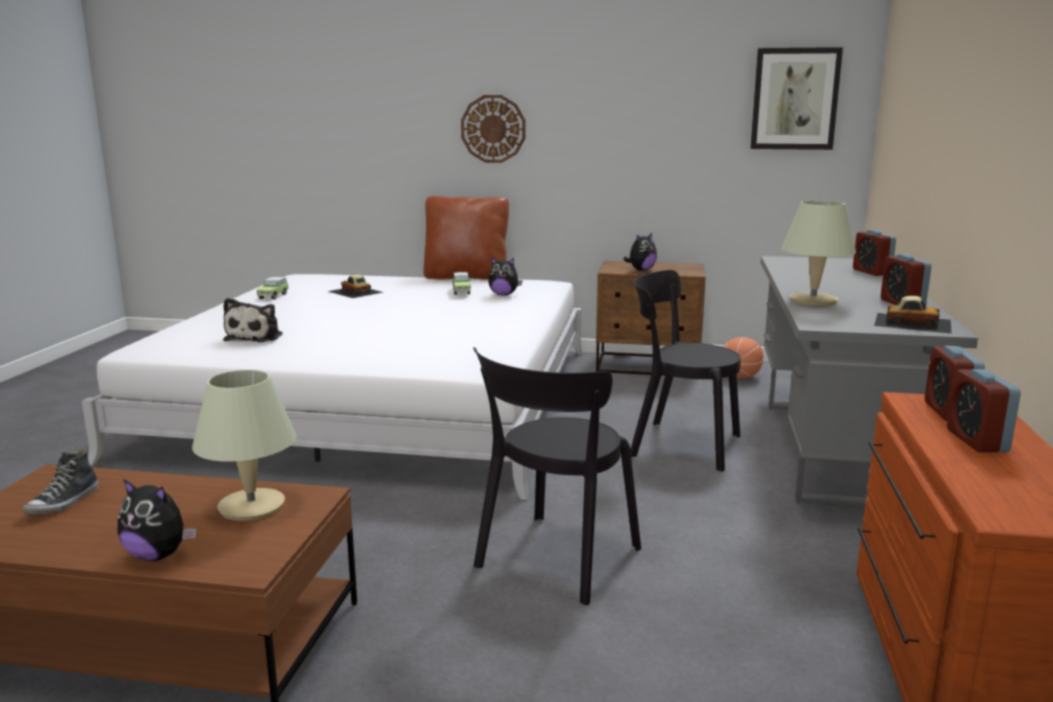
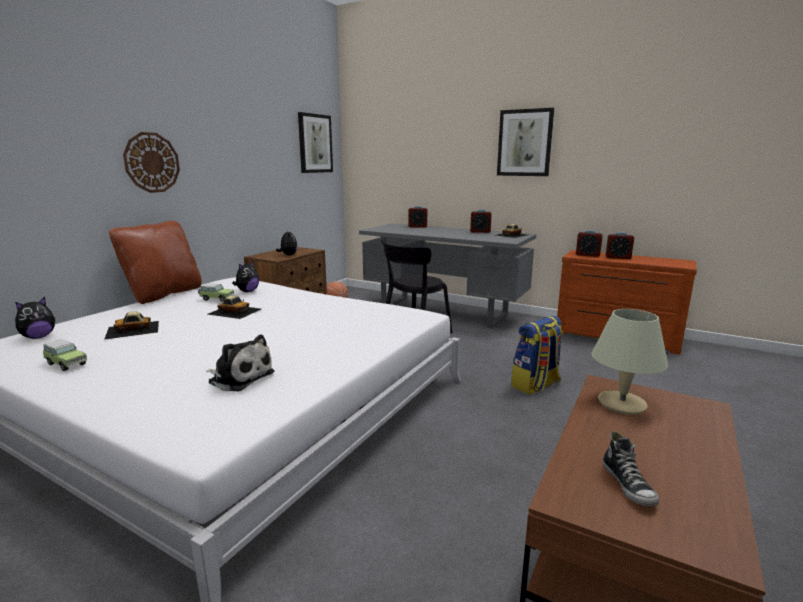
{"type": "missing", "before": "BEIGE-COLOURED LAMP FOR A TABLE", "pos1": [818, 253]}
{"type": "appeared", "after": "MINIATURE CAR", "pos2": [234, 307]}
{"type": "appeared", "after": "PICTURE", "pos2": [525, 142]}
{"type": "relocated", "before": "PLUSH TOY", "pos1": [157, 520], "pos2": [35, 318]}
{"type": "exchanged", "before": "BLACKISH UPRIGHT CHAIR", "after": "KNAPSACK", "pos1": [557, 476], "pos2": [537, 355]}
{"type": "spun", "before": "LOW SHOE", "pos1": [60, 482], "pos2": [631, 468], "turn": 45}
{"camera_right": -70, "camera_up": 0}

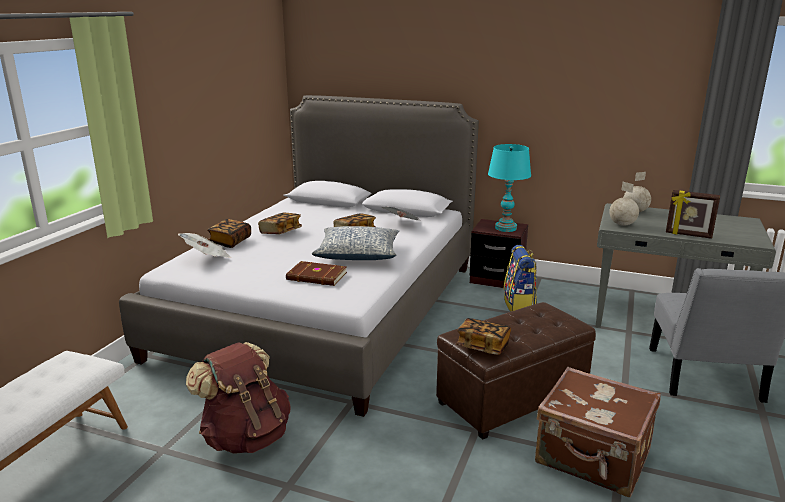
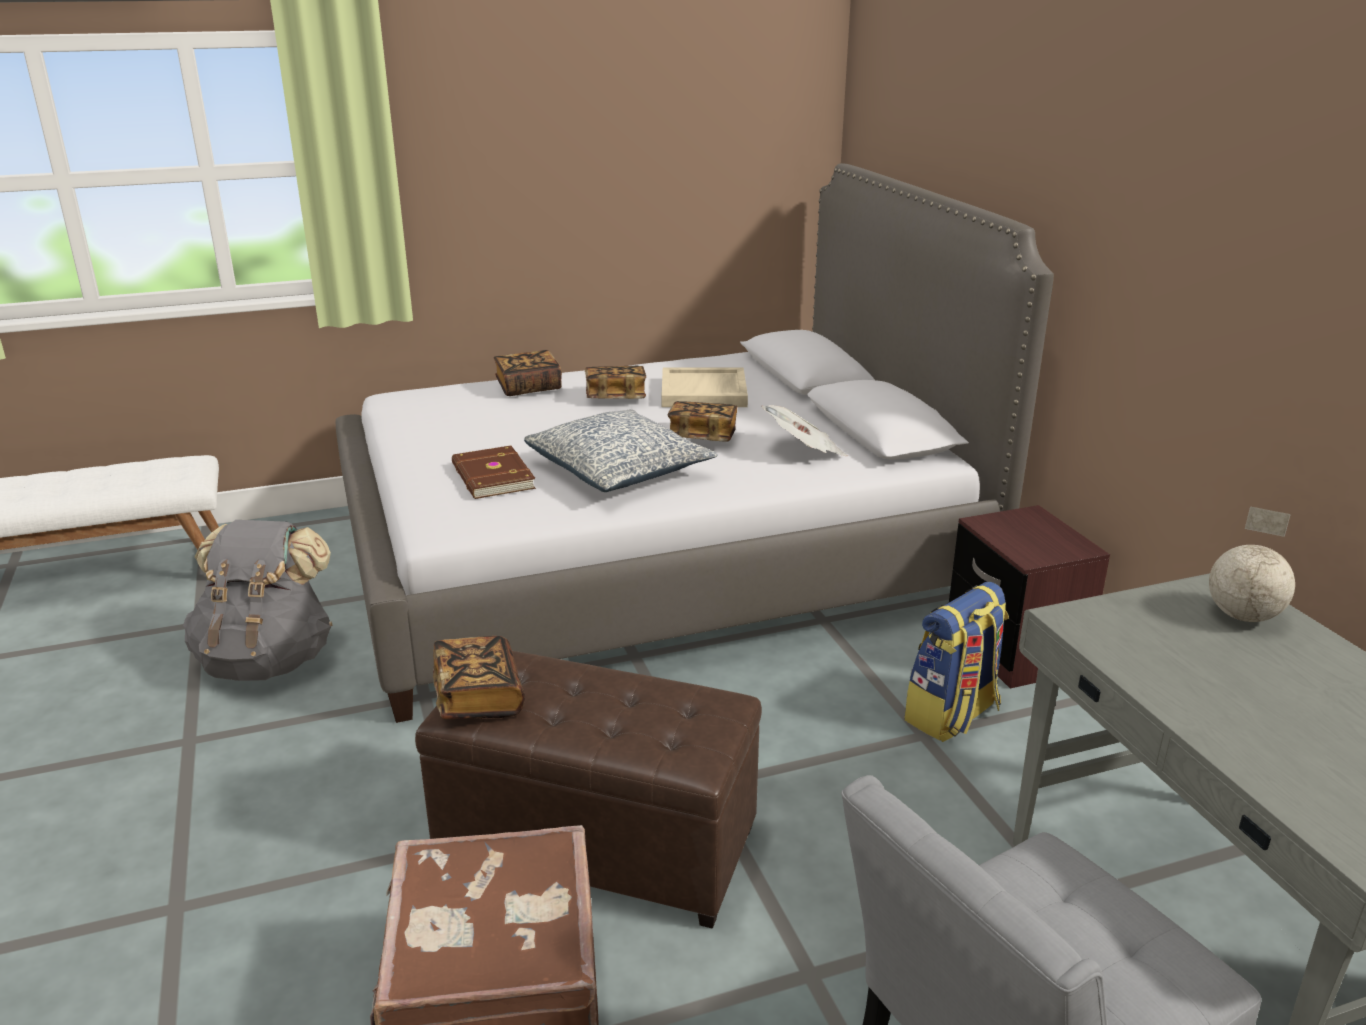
{"type": "missing", "before": "NEWSPAPER", "pos1": [205, 245]}
{"type": "missing", "before": "BLUE-GREEN LAMP FOR A TABLE", "pos1": [509, 188]}
{"type": "missing", "before": "GLOBE", "pos1": [624, 204]}
{"type": "missing", "before": "PICTURE FRAME", "pos1": [693, 214]}
{"type": "appeared", "after": "BEIGE-COLOURED CARRYING TRAY", "pos2": [704, 387]}
{"type": "colour", "before": "BROWN-COLOURED KNAPSACK", "after": "GREY KNAPSACK", "pos1": [238, 398], "pos2": [257, 600]}
{"camera_right": 50, "camera_up": 5}

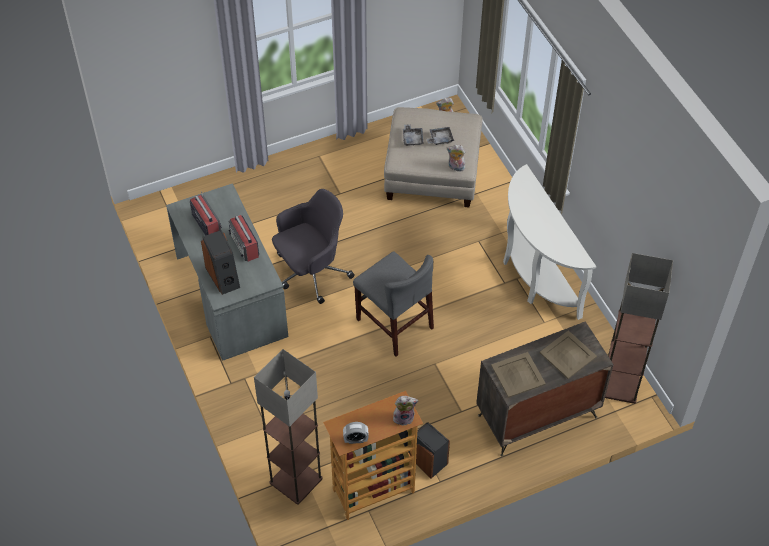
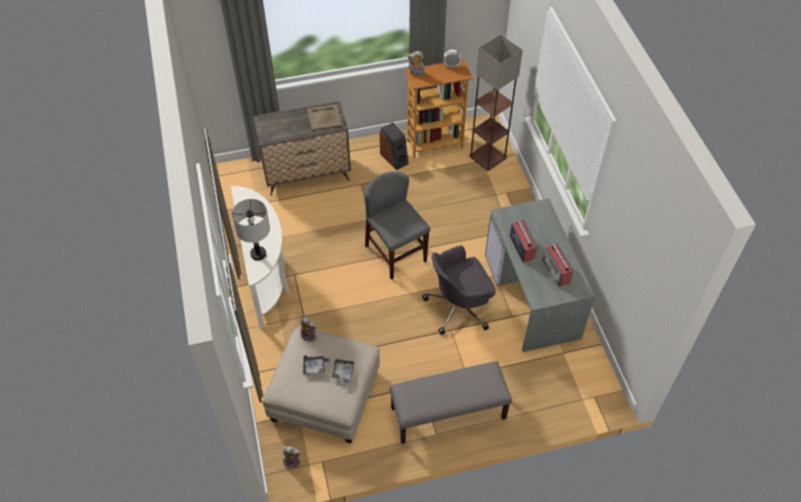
{"type": "missing", "before": "AUDIO SPEAKER", "pos1": [220, 262]}
{"type": "missing", "before": "BEIGE-COLOURED CARRYING TRAY", "pos1": [568, 354]}
{"type": "missing", "before": "STANDARD LAMP", "pos1": [639, 328]}
{"type": "appeared", "after": "GREY LAMP FOR A TABLE", "pos2": [251, 229]}
{"type": "appeared", "after": "GREY INDOOR BENCH", "pos2": [450, 402]}
{"camera_right": -170, "camera_up": 0}

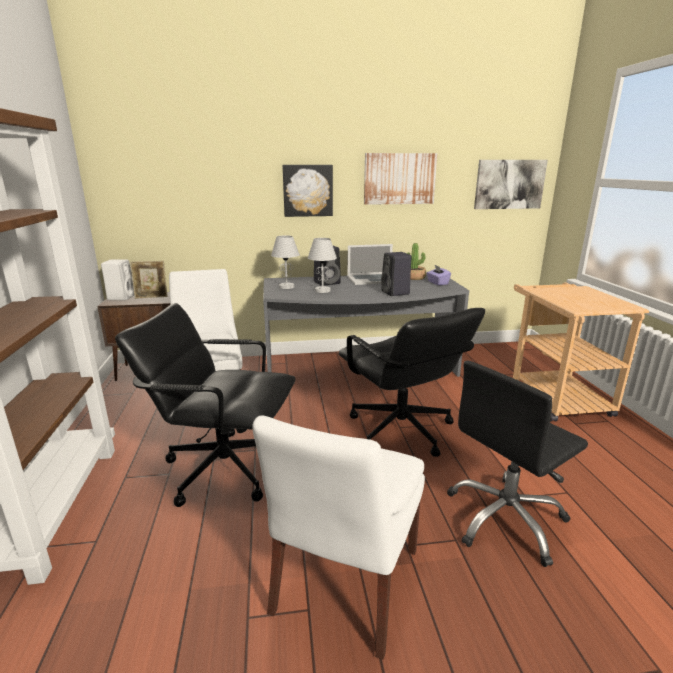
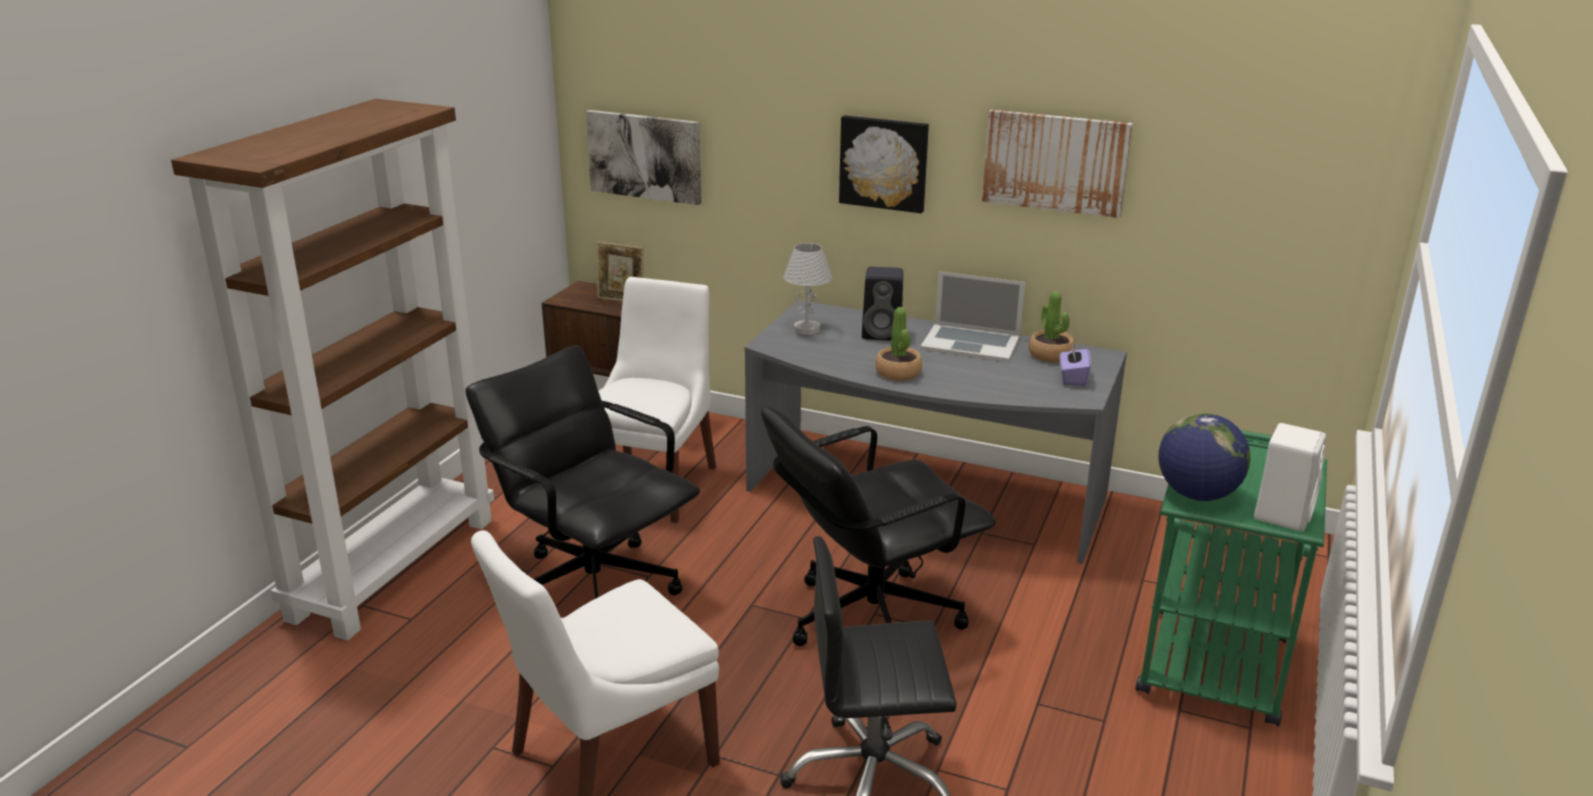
{"type": "missing", "before": "WHITISH LAMP FOR A TABLE", "pos1": [322, 265]}
{"type": "missing", "before": "BLACKISH AUDIO SPEAKER", "pos1": [396, 274]}
{"type": "appeared", "after": "PLANT IN A POT", "pos2": [899, 344]}
{"type": "appeared", "after": "GLOBE", "pos2": [1205, 457]}
{"type": "relocated", "before": "WHITISH AUDIO SPEAKER", "pos1": [117, 280], "pos2": [1290, 477]}
{"type": "relocated", "before": "PICTURE", "pos1": [511, 184], "pos2": [643, 157]}
{"type": "colour", "before": "BEIGE-COLOURED WHEELED CART", "after": "GREENISH WHEELED CART", "pos1": [581, 352], "pos2": [1231, 578]}
{"type": "spun", "before": "BLACKISH COMPUTER CHAIR", "pos1": [411, 382], "pos2": [878, 526], "turn": 60}
{"camera_right": 30, "camera_up": 5}

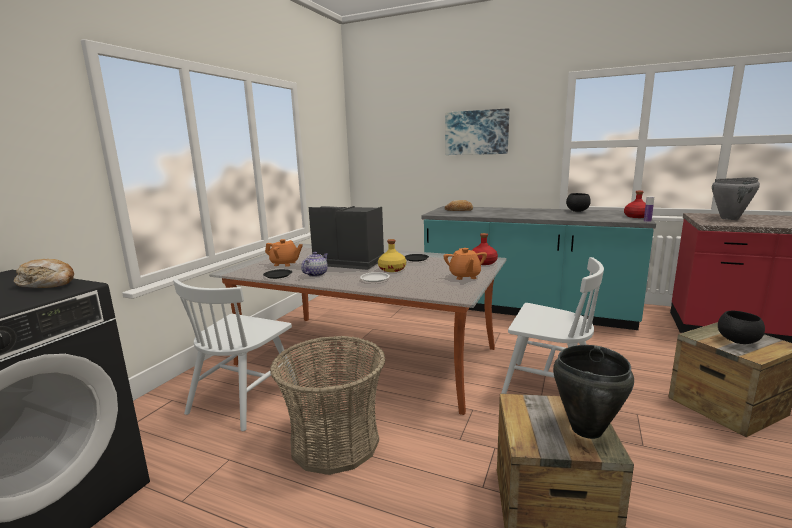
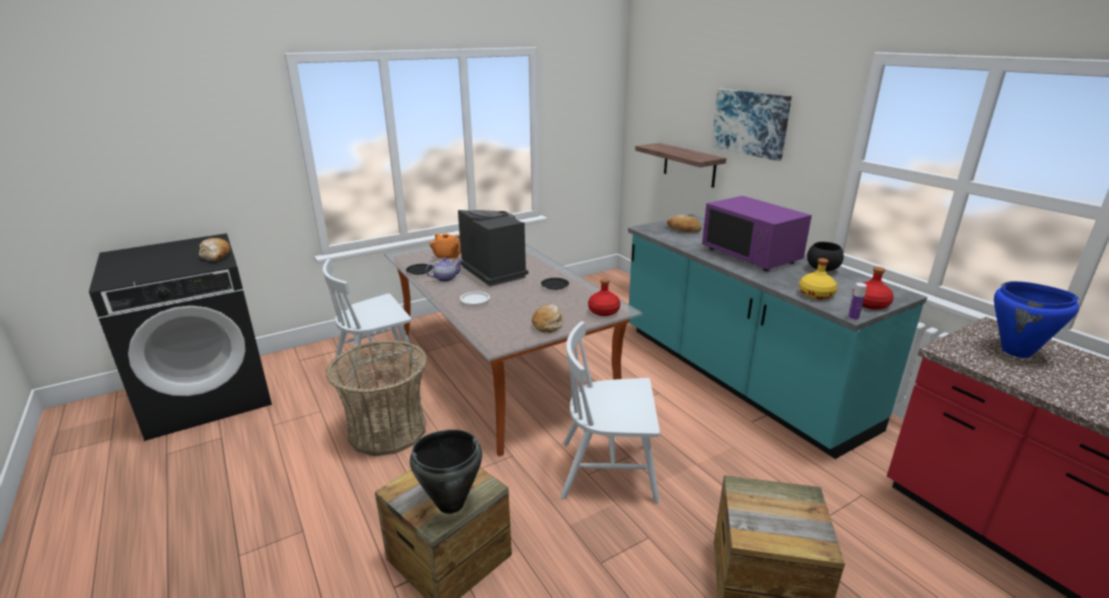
{"type": "missing", "before": "BLACKISH SERVING BOWL", "pos1": [741, 327]}
{"type": "appeared", "after": "WALL SHELF", "pos2": [680, 165]}
{"type": "appeared", "after": "PURPLE-COLOURED MICROWAVE", "pos2": [757, 234]}
{"type": "relocated", "before": "YELLOW DRINK BOTTLE", "pos1": [392, 255], "pos2": [818, 278]}
{"type": "exchanged", "before": "ORANGEY TEAPOT", "after": "BREAD", "pos1": [465, 264], "pos2": [548, 318]}
{"type": "colour", "before": "GREY STOCKPOT", "after": "BLUISH STOCKPOT", "pos1": [736, 198], "pos2": [1036, 319]}
{"type": "spun", "before": "WHITISH UPRIGHT CHAIR", "pos1": [552, 325], "pos2": [610, 412], "turn": 120}
{"camera_right": 35, "camera_up": 10}

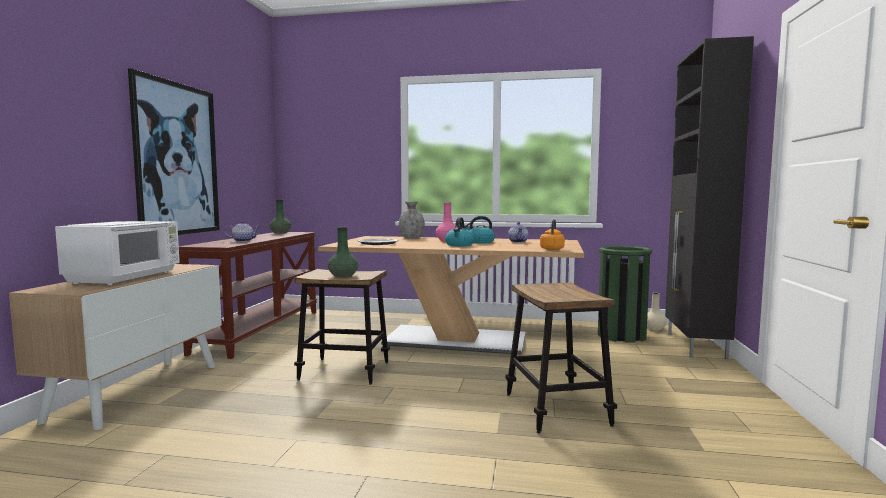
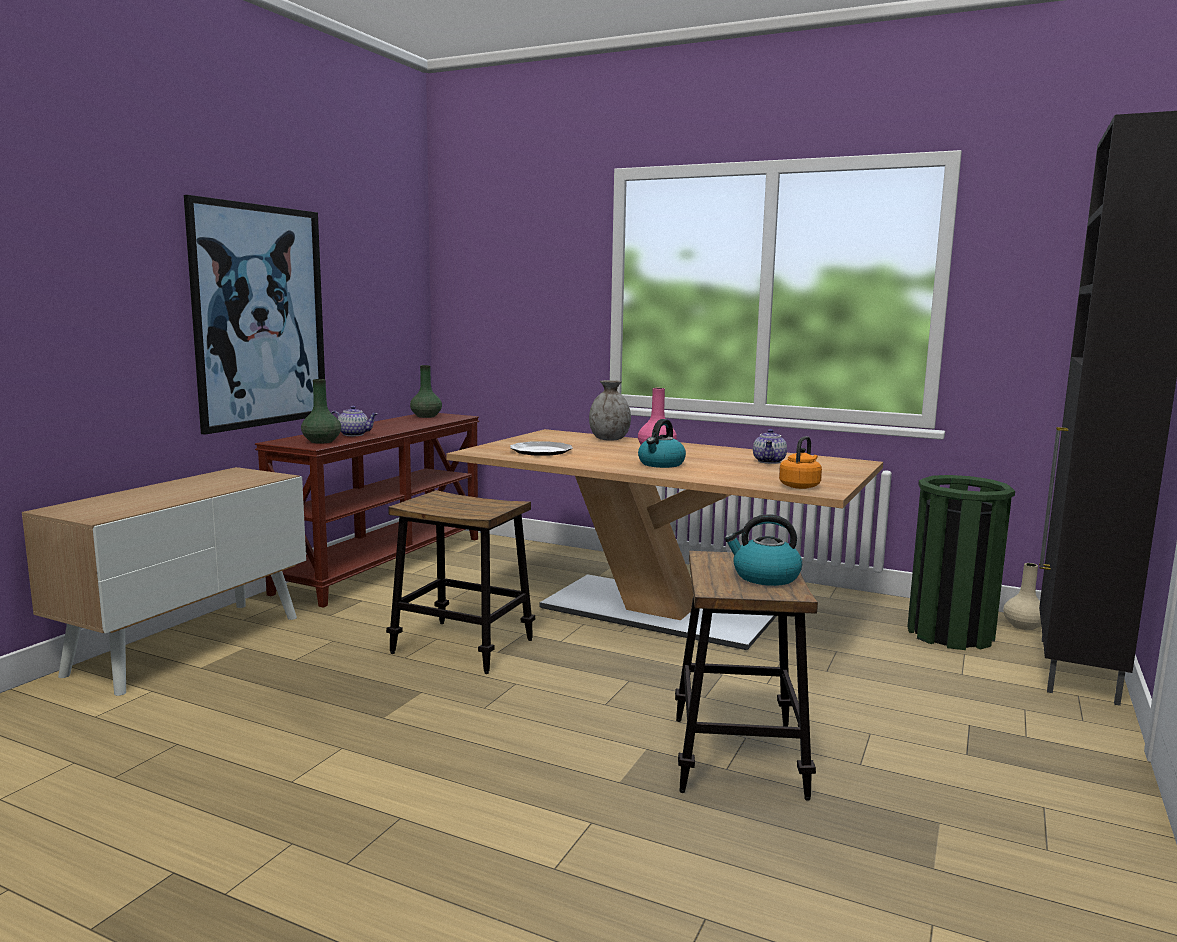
{"type": "missing", "before": "WHITISH MICROWAVE", "pos1": [117, 253]}
{"type": "relocated", "before": "GREENISH DECORATIVE VASE", "pos1": [343, 252], "pos2": [321, 411]}
{"type": "relocated", "before": "WATER KETTLE", "pos1": [479, 230], "pos2": [763, 550]}
{"camera_right": 15, "camera_up": 5}

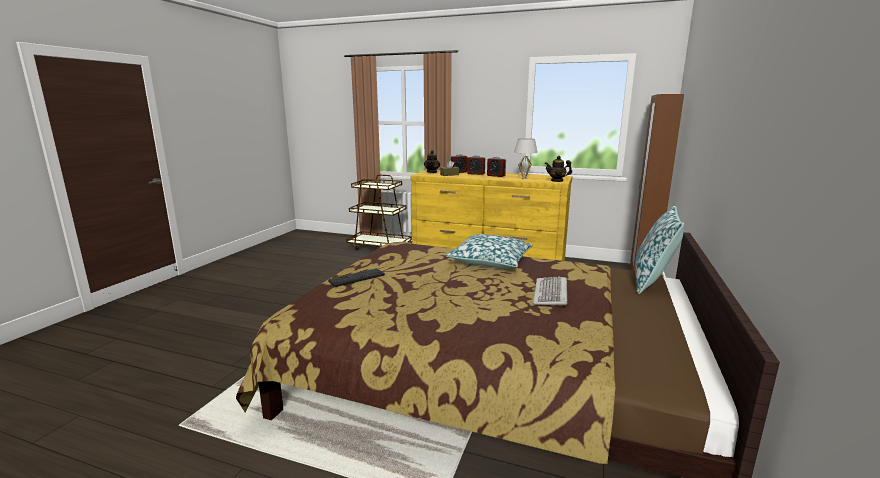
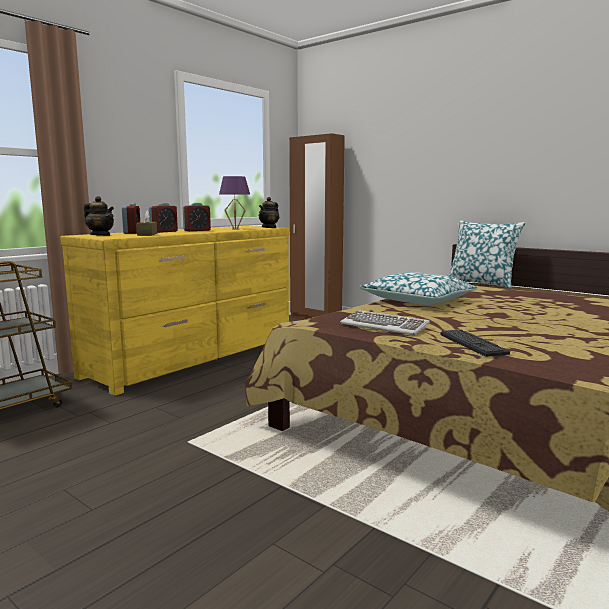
{"type": "relocated", "before": "PC KEYBOARD", "pos1": [550, 291], "pos2": [385, 322]}
{"type": "colour", "before": "WHITISH LAMP FOR A TABLE", "after": "PURPLE-COLOURED LAMP FOR A TABLE", "pos1": [526, 158], "pos2": [234, 203]}
{"camera_right": -70, "camera_up": -5}

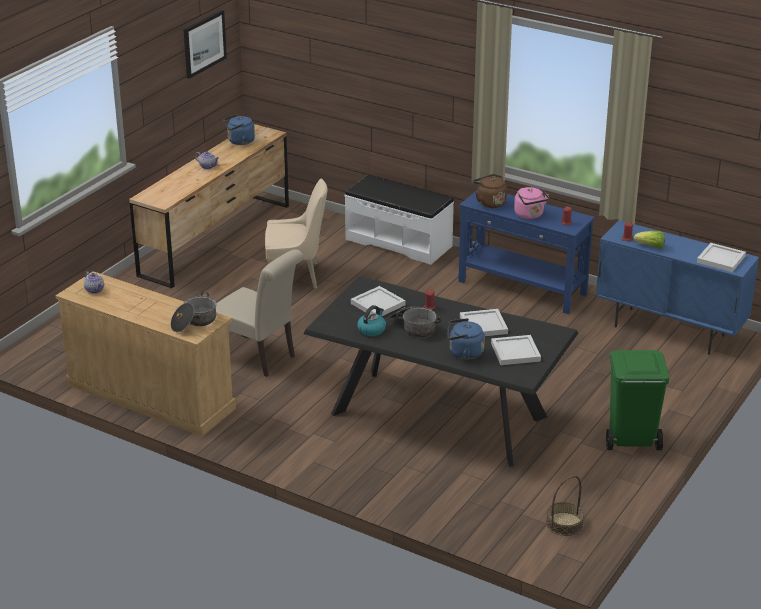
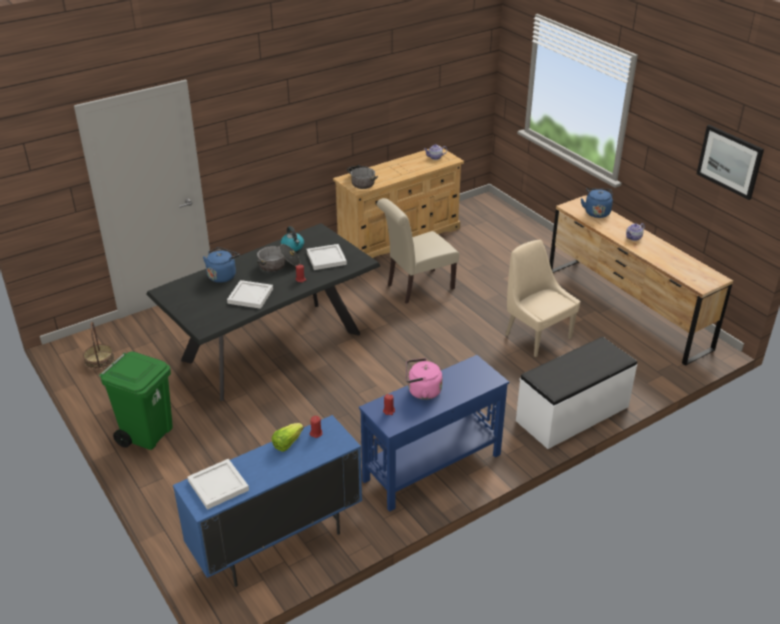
{"type": "missing", "before": "BROWN-COLOURED WATER KETTLE", "pos1": [489, 191]}
{"type": "missing", "before": "WHITISH CARRYING TRAY", "pos1": [516, 350]}
{"type": "relocated", "before": "BLUISH WATER KETTLE", "pos1": [239, 129], "pos2": [597, 203]}
{"type": "spun", "before": "BEIGE-COLOURED UPRIGHT CHAIR", "pos1": [296, 233], "pos2": [543, 298], "turn": 120}
{"camera_right": 115, "camera_up": 5}

